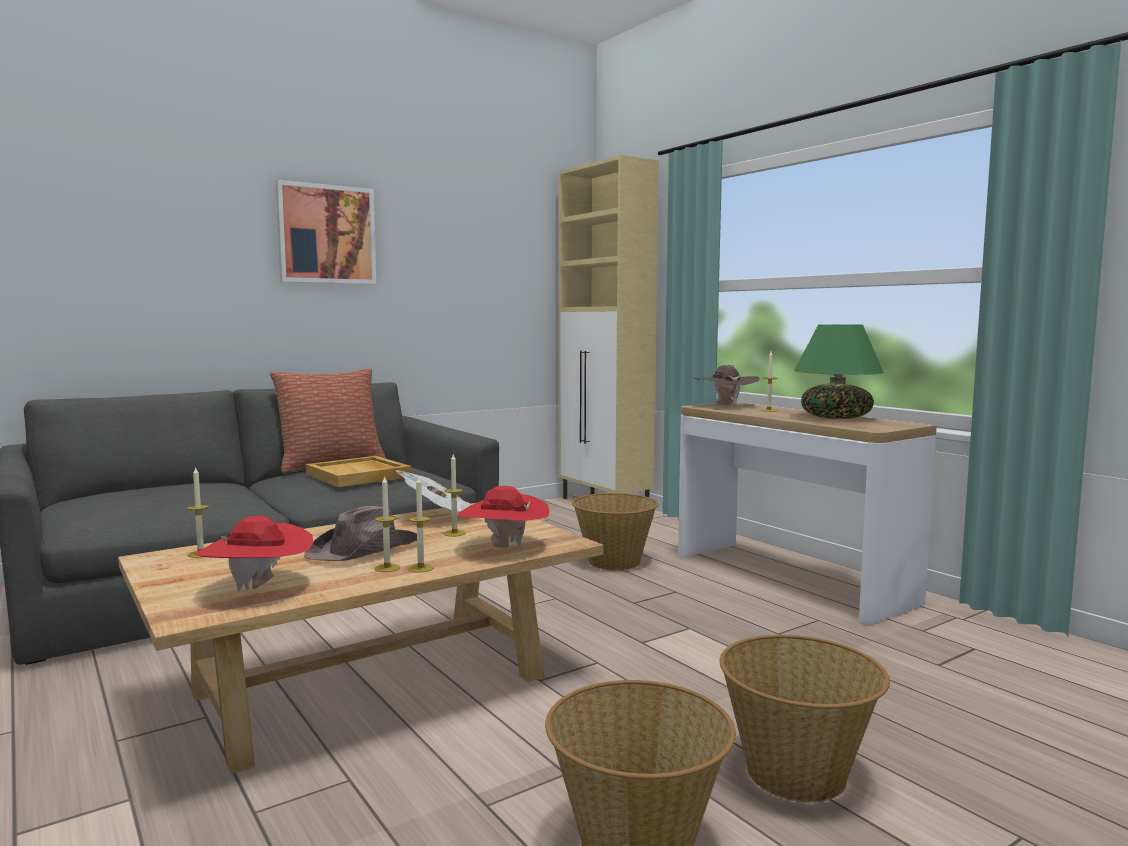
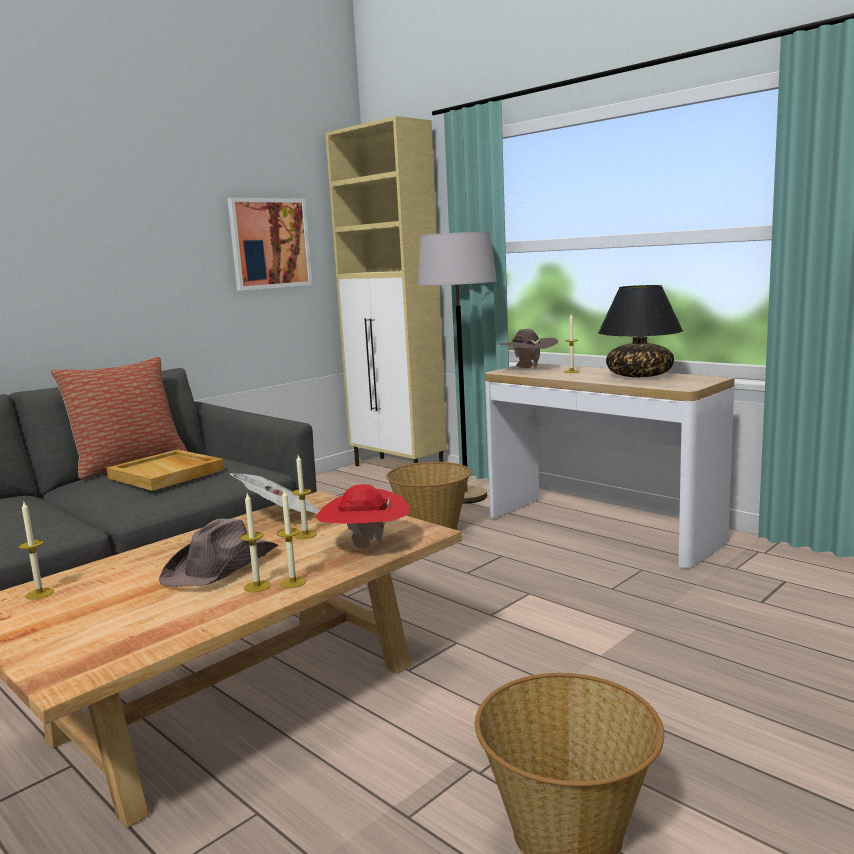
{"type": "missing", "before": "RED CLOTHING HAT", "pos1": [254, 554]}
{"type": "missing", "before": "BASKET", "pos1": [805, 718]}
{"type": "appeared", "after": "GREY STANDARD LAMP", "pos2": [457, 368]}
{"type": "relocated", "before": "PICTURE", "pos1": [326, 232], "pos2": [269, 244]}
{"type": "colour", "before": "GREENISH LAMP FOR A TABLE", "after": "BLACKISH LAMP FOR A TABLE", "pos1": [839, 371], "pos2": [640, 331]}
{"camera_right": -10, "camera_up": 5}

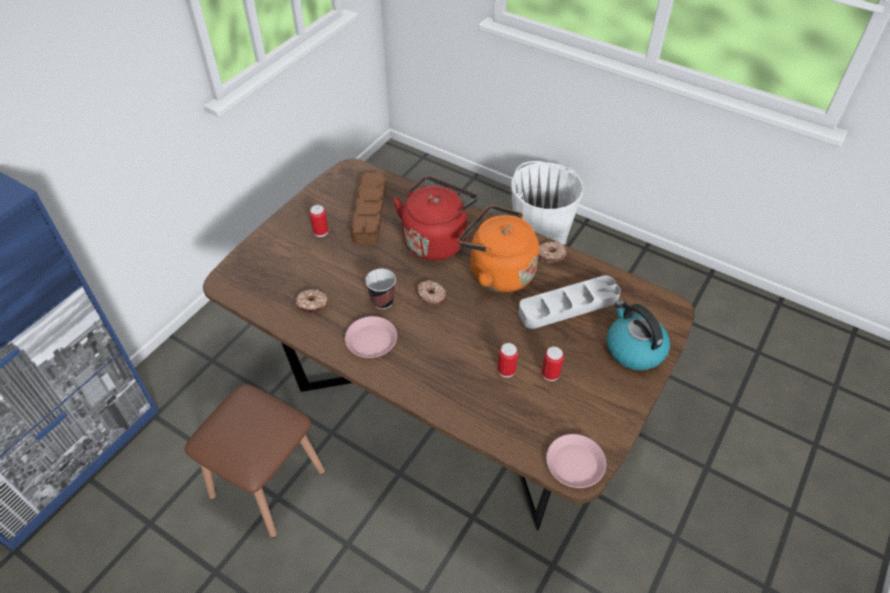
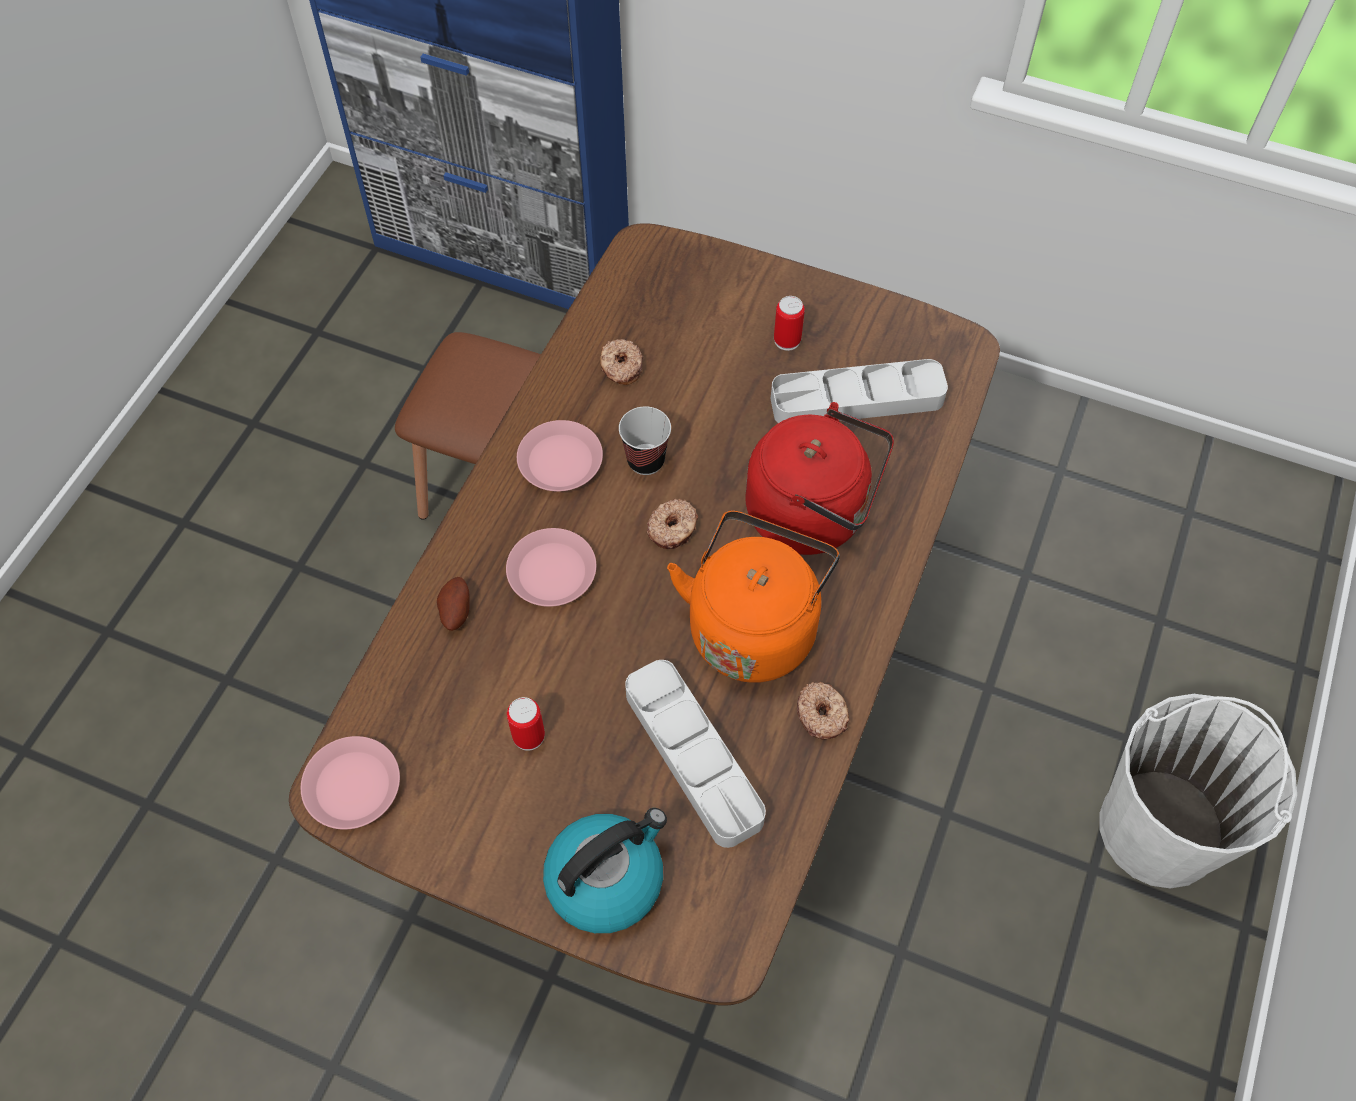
{"type": "missing", "before": "METAL CAN", "pos1": [508, 360]}
{"type": "appeared", "after": "SPUD", "pos2": [453, 604]}
{"type": "appeared", "after": "PINK PLATE", "pos2": [551, 567]}
{"type": "colour", "before": "BROWN-COLOURED CARRYING TRAY", "after": "GREY CARRYING TRAY", "pos1": [368, 209], "pos2": [859, 391]}
{"camera_right": 80, "camera_up": 10}

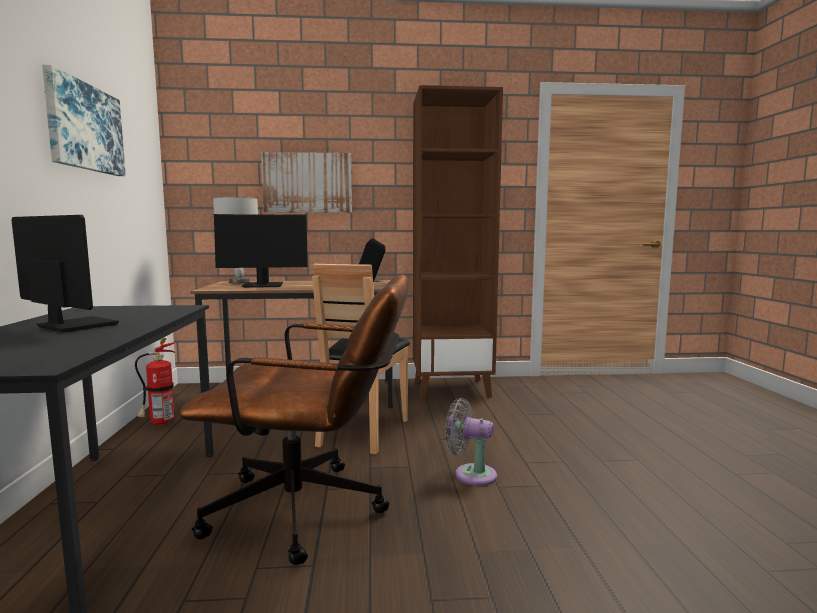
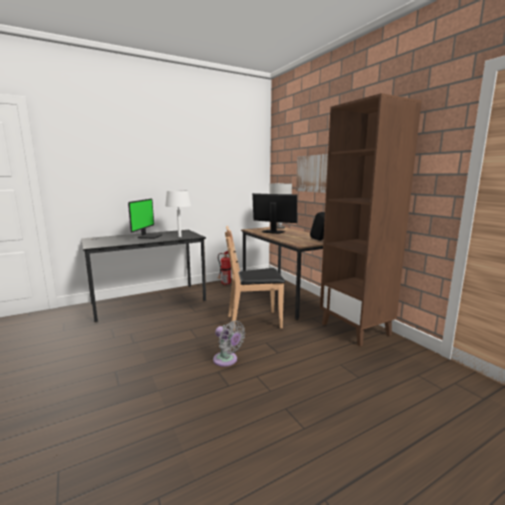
{"type": "missing", "before": "PICTURE", "pos1": [84, 120]}
{"type": "missing", "before": "BROWN-COLOURED COMPUTER CHAIR", "pos1": [294, 420]}
{"type": "appeared", "after": "WHITISH LAMP FOR A TABLE", "pos2": [178, 213]}
{"type": "spun", "before": "COMPUTER SCREEN", "pos1": [261, 251], "pos2": [274, 213], "turn": 150}
{"type": "spun", "before": "GREY FAN", "pos1": [471, 442], "pos2": [229, 344], "turn": 135}
{"camera_right": 65, "camera_up": 5}

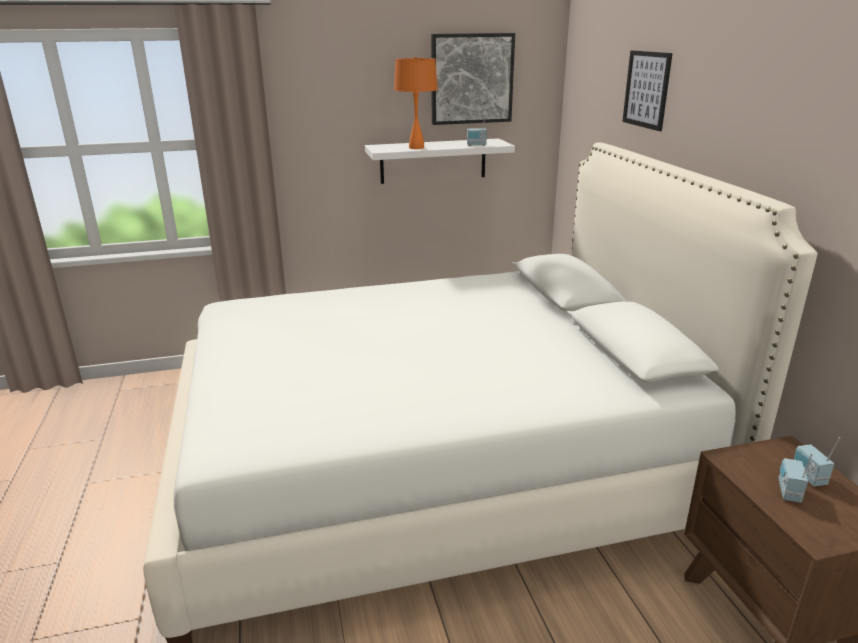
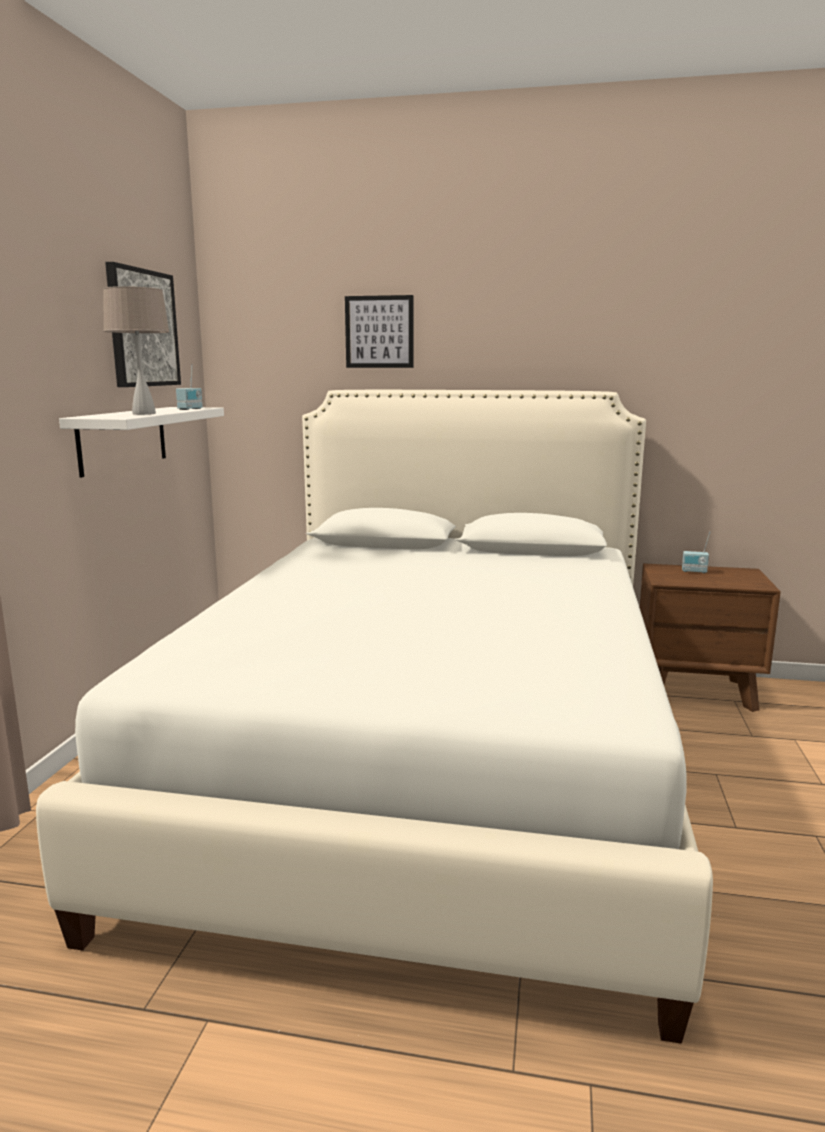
{"type": "missing", "before": "RADIO", "pos1": [795, 478]}
{"type": "colour", "before": "ORANGEY LAMP FOR A TABLE", "after": "BEIGE-COLOURED LAMP FOR A TABLE", "pos1": [416, 102], "pos2": [136, 350]}
{"camera_right": -65, "camera_up": -10}

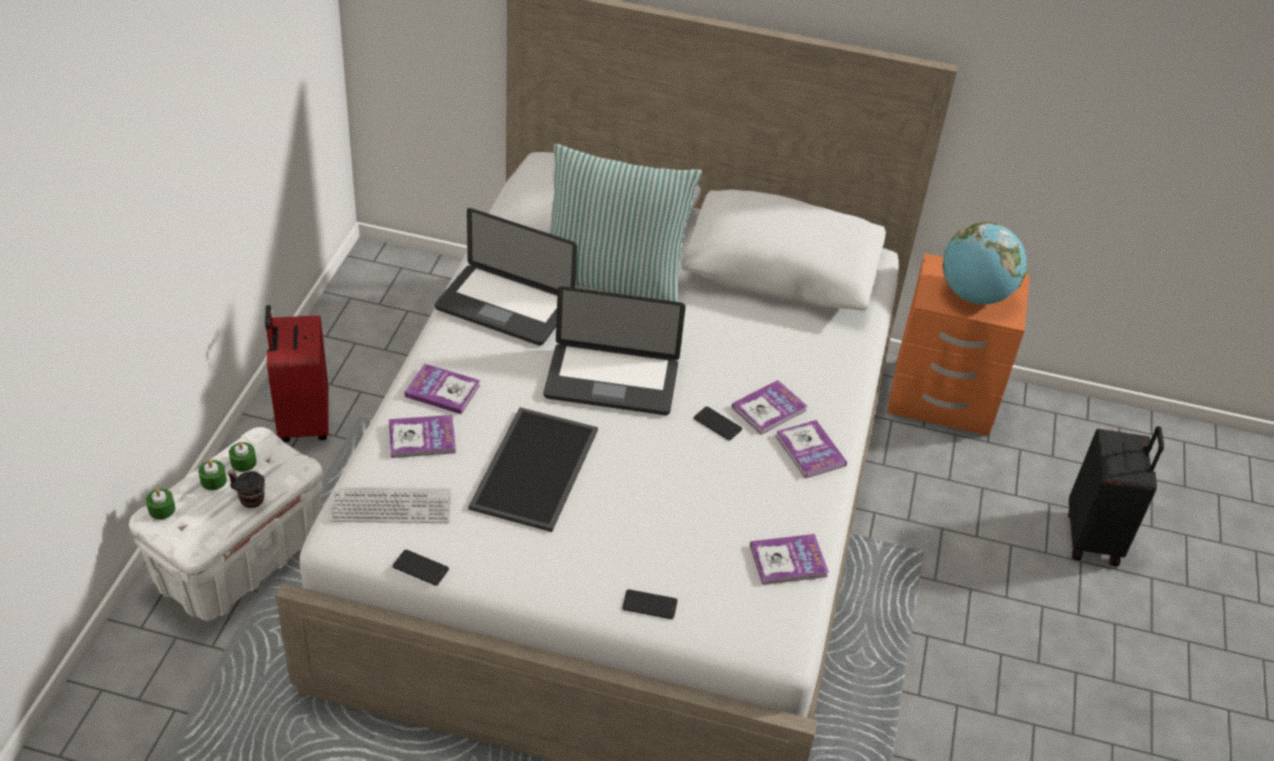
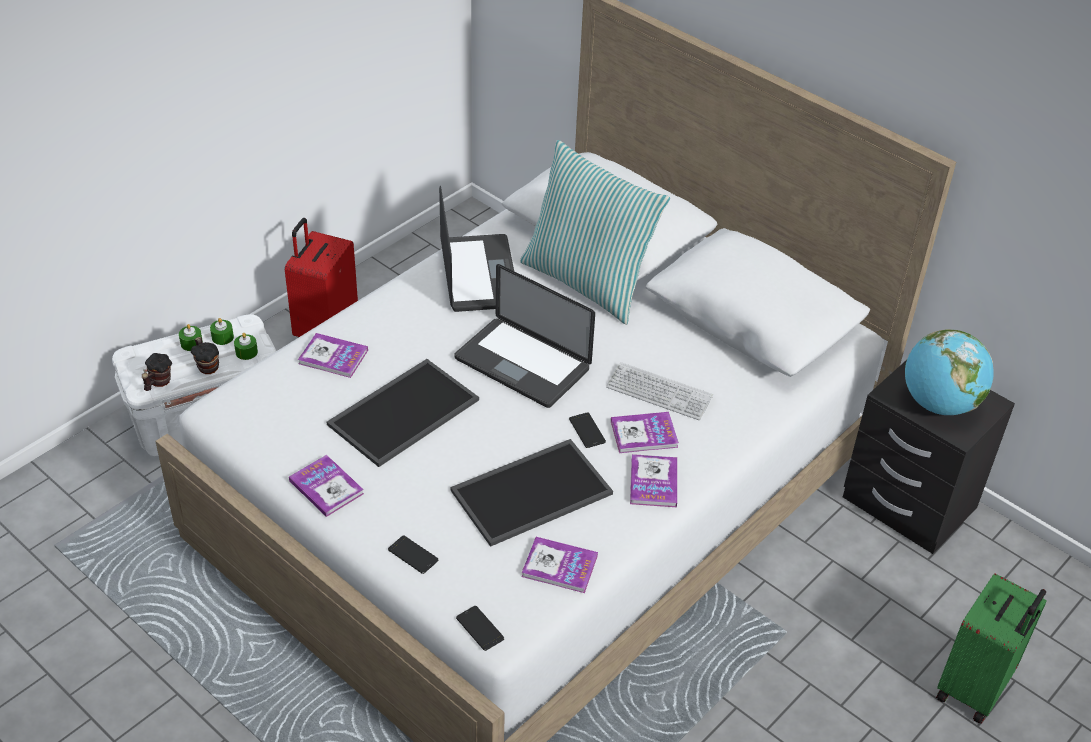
{"type": "appeared", "after": "MUG", "pos2": [157, 372]}
{"type": "appeared", "after": "CARRYING TRAY", "pos2": [531, 493]}
{"type": "relocated", "before": "GREENISH CANDLE", "pos1": [160, 504], "pos2": [246, 346]}
{"type": "relocated", "before": "PC KEYBOARD", "pos1": [390, 505], "pos2": [659, 391]}
{"type": "relocated", "before": "PHONE", "pos1": [421, 568], "pos2": [480, 628]}
{"type": "relocated", "before": "BOOK", "pos1": [442, 389], "pos2": [326, 486]}
{"type": "colour", "before": "ORANGEY NIGHTSTAND", "after": "BLACKISH NIGHTSTAND", "pos1": [958, 344], "pos2": [929, 457]}
{"type": "colour", "before": "BLACKISH SUITCASE", "after": "GREENISH SUITCASE", "pos1": [1116, 496], "pos2": [991, 648]}
{"type": "spun", "before": "LAPTOP", "pos1": [506, 277], "pos2": [476, 249], "turn": -150}
{"camera_right": 30, "camera_up": 0}

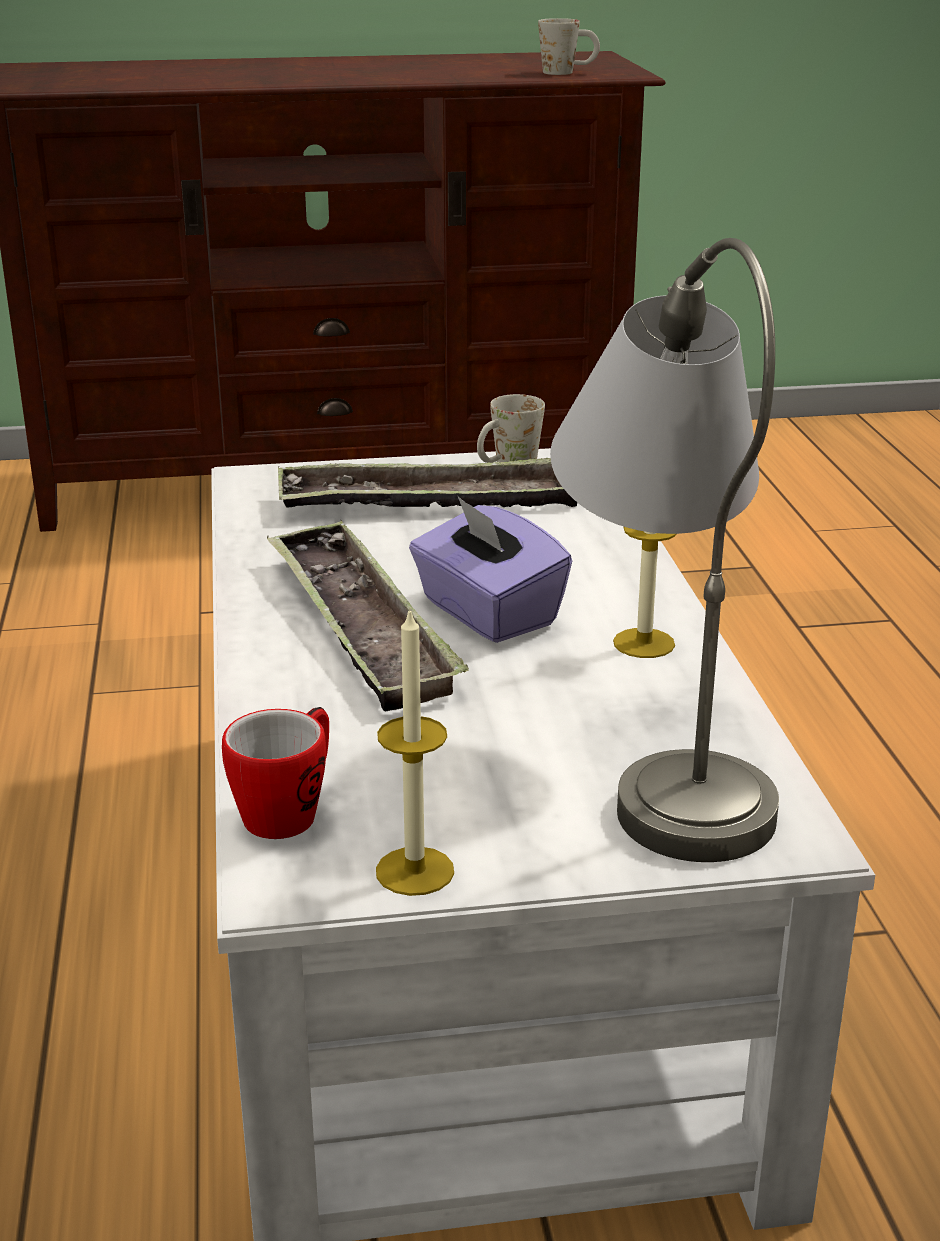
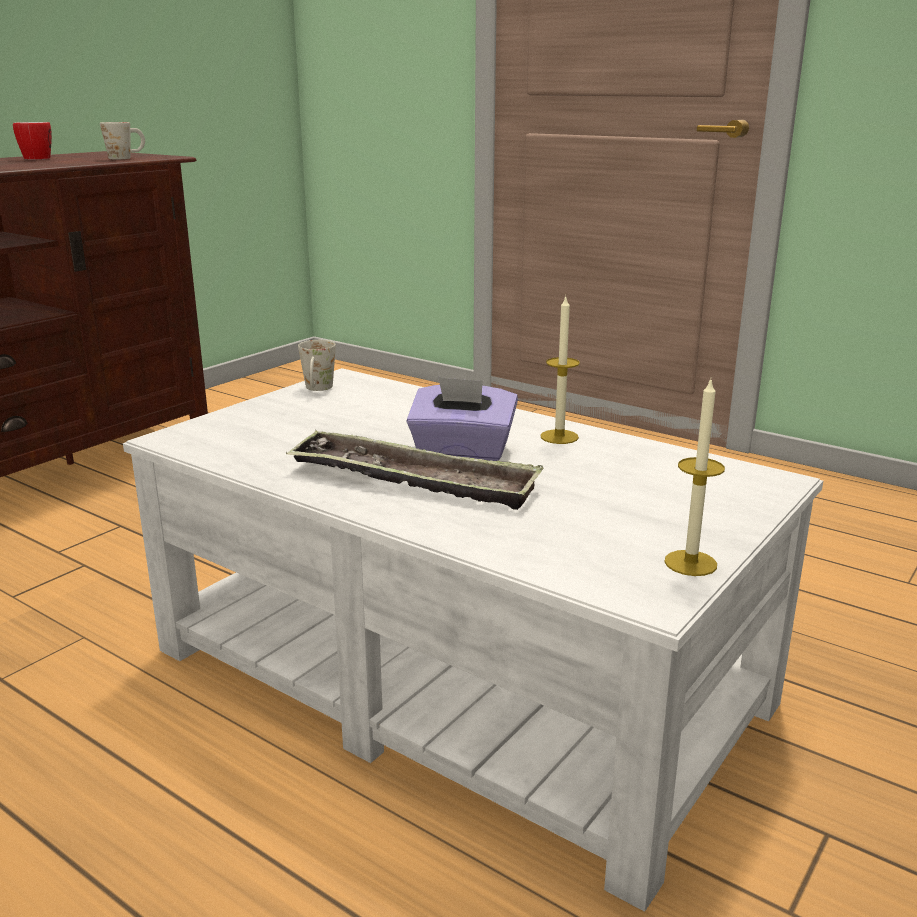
{"type": "missing", "before": "CARRYING TRAY", "pos1": [427, 483]}
{"type": "missing", "before": "GREY LAMP FOR A TABLE", "pos1": [664, 550]}
{"type": "relocated", "before": "MUG", "pos1": [275, 773], "pos2": [32, 141]}
{"camera_right": -45, "camera_up": -5}

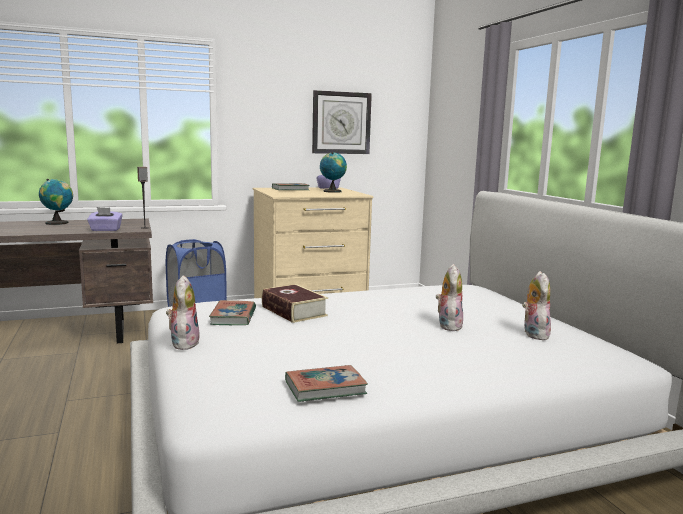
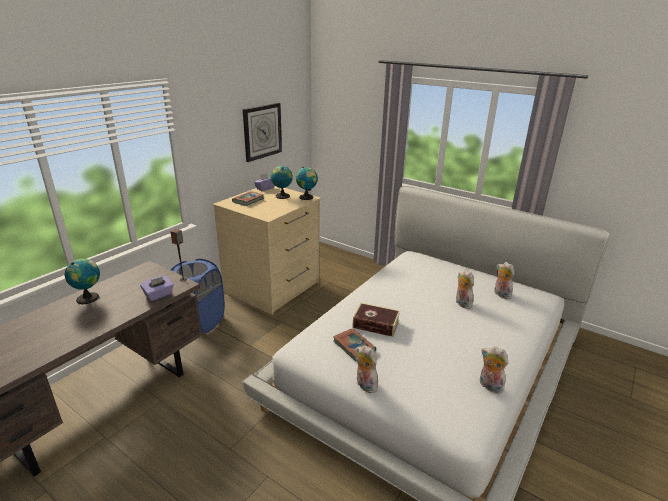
{"type": "appeared", "after": "GLOBE", "pos2": [307, 183]}
{"type": "exchanged", "before": "BOOK", "after": "PLUSH TOY", "pos1": [326, 383], "pos2": [494, 370]}
{"camera_right": -35, "camera_up": 15}

